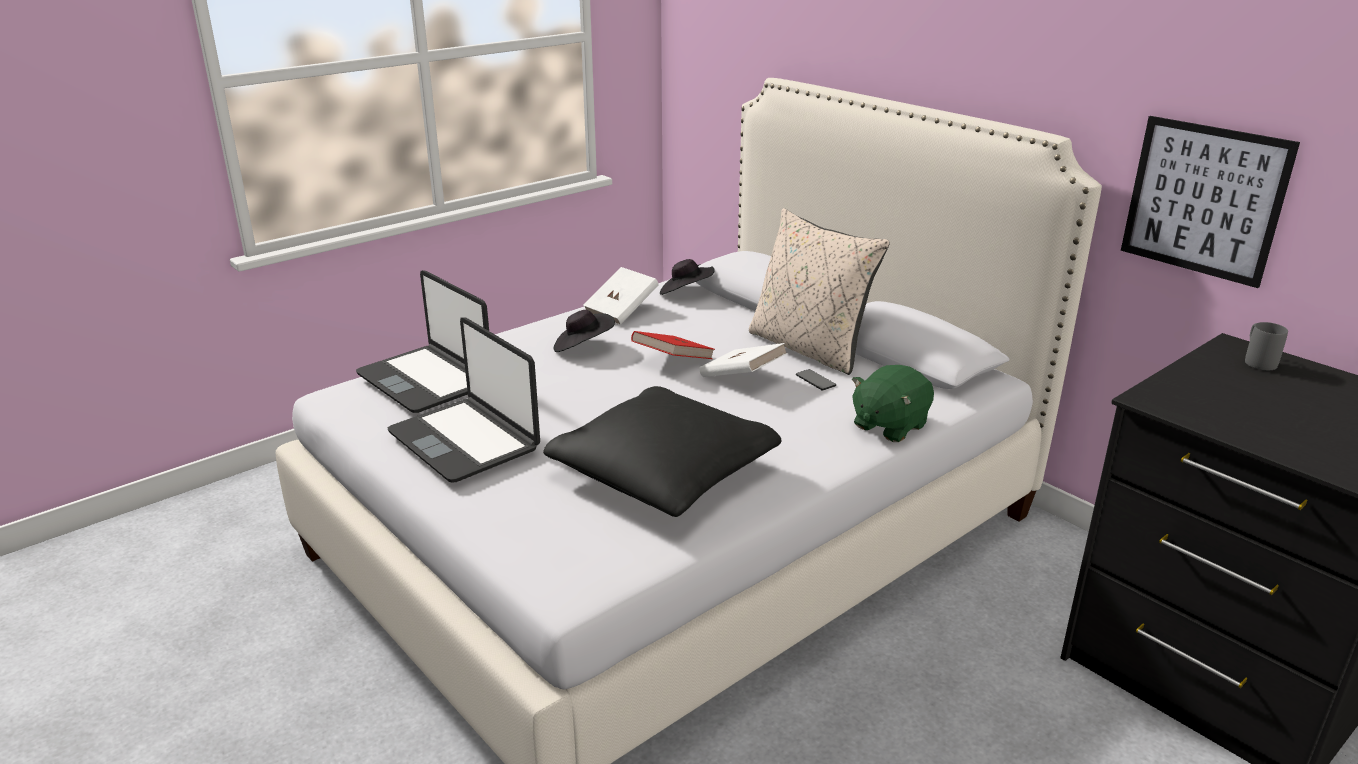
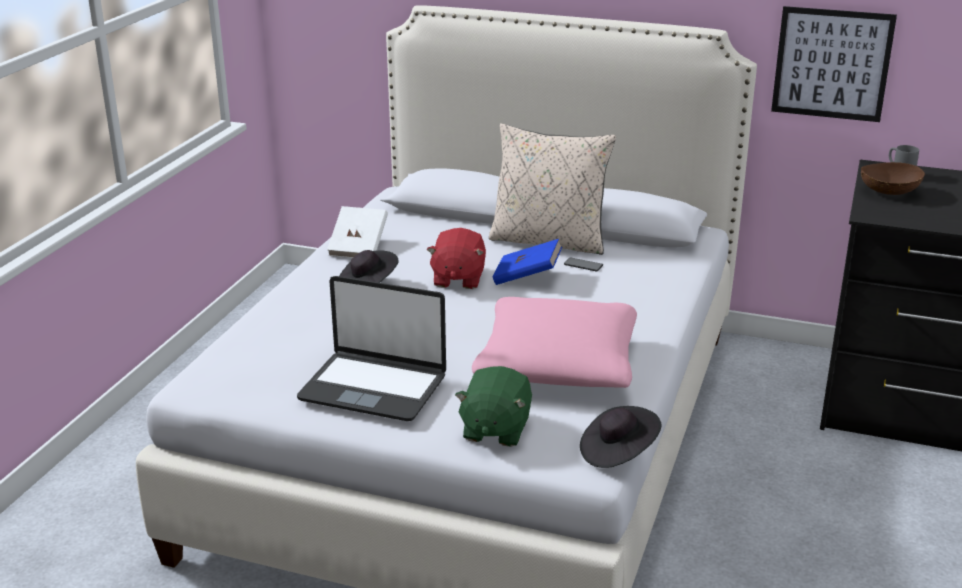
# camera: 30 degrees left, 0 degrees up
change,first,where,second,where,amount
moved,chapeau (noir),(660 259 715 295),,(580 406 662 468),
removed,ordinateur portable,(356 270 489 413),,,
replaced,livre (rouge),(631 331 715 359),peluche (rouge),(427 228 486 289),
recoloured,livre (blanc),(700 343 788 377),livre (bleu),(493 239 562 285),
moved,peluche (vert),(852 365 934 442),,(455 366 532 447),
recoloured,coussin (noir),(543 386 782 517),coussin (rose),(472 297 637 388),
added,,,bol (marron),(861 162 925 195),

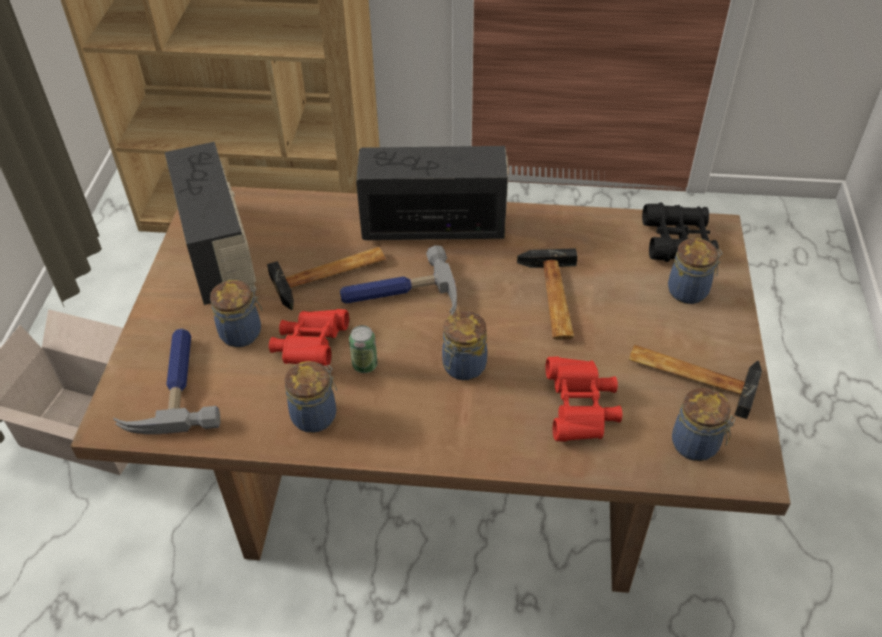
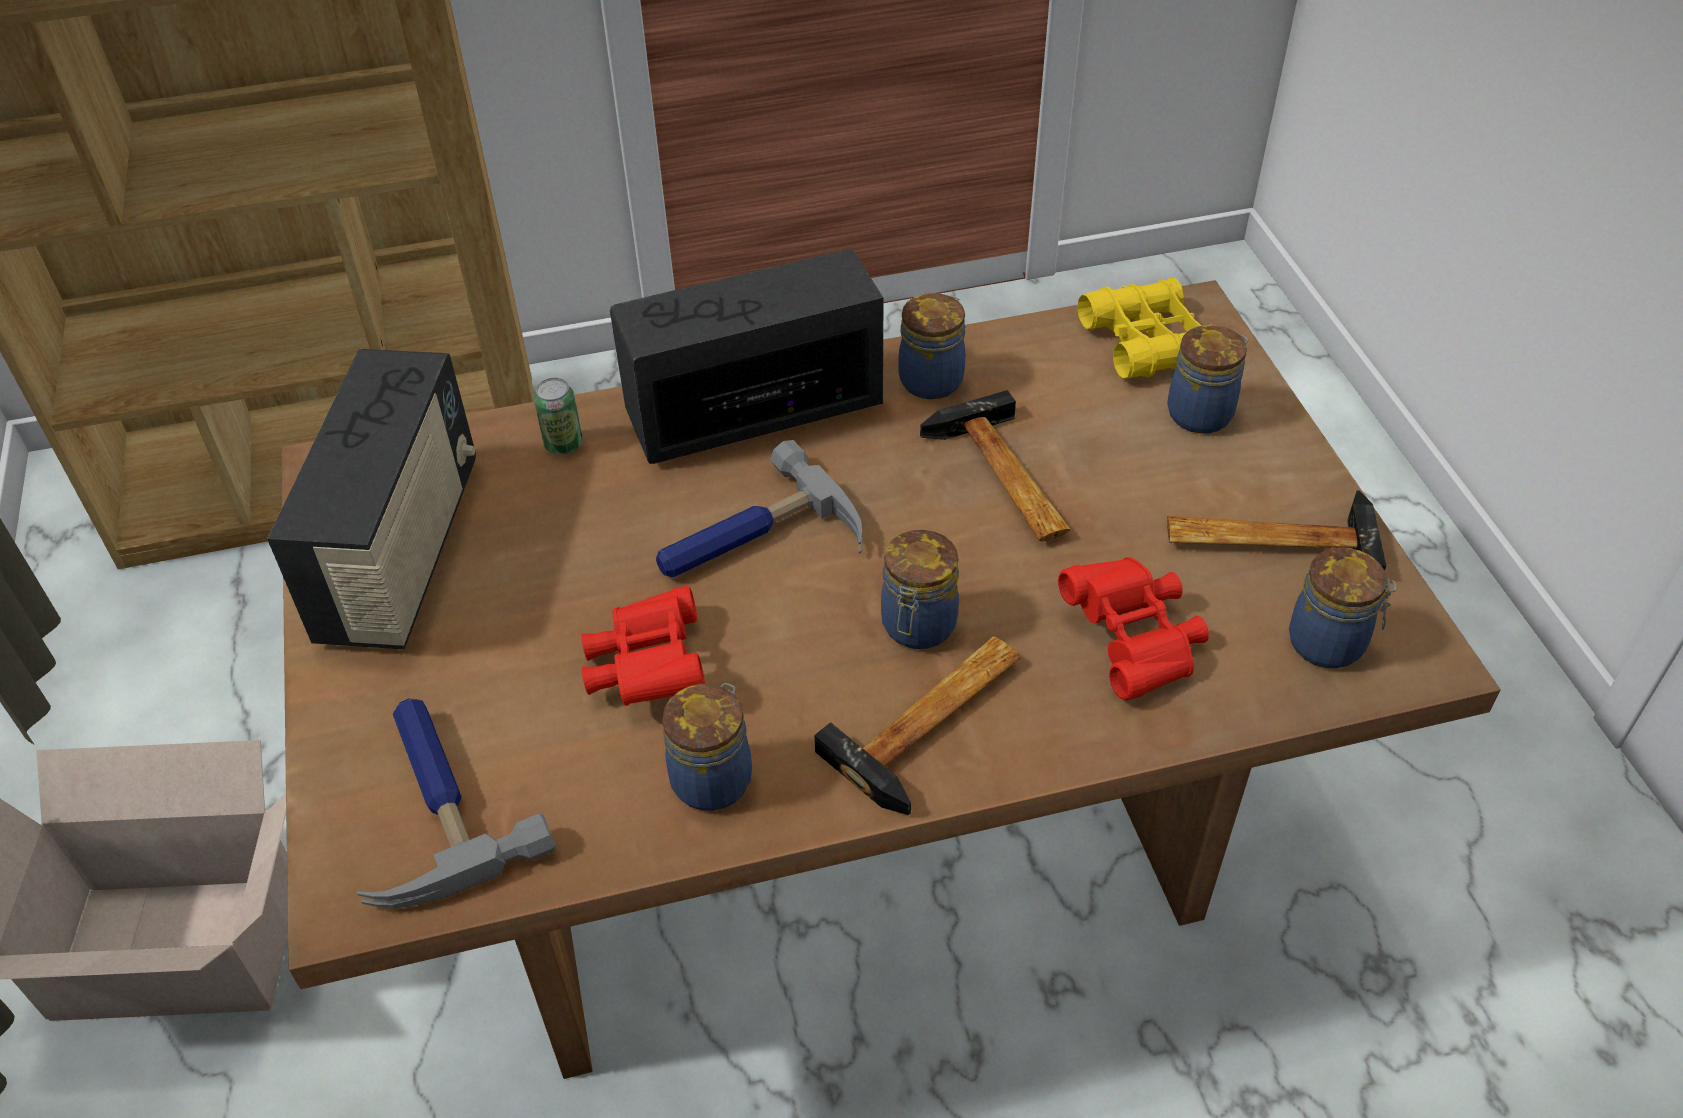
# camera: 20 degrees left, 0 degrees up
change,first,where,second,where,amount
turned,radio,(165 142 256 305),,(267 349 476 649),45 degrees clockwise
recoloured,jumelles (noir),(642 203 719 262),jumelles (jaune),(1078 278 1201 378),
moved,marteau,(267 247 386 310),,(814 636 1021 815),
moved,bocal,(210 280 263 347),,(898 293 965 399),
moved,boîte métallique,(349 325 378 373),,(534 378 583 455),

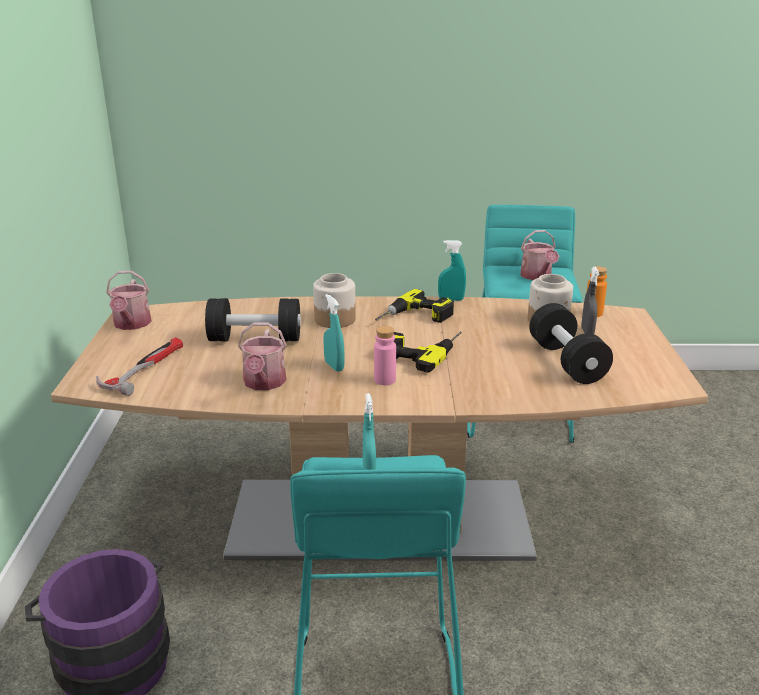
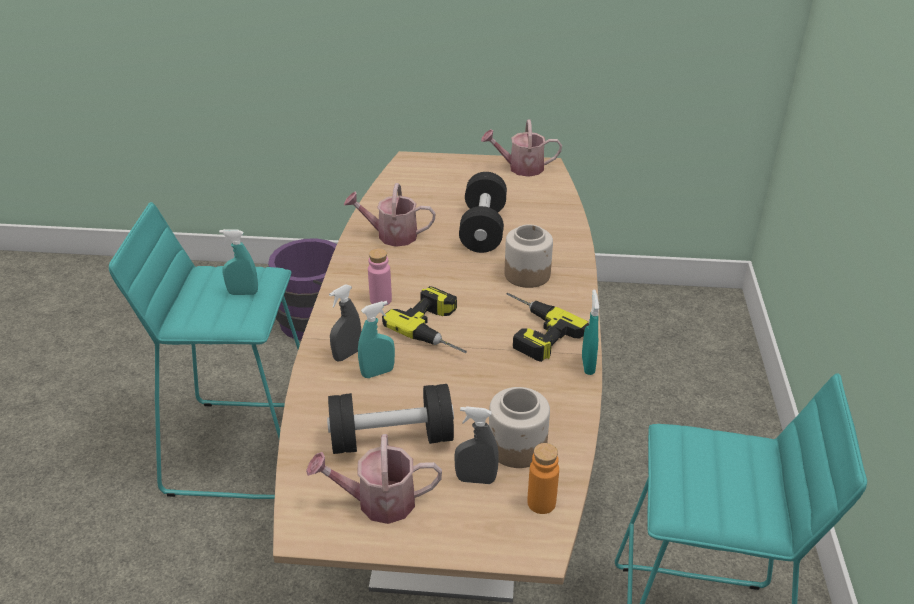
# camera: 95 degrees right, 10 degrees up
change,first,where,second,where,amount
moved,arrosoir,(520 230 559 280),,(306 434 442 524),
moved,vaporisateur (turquoise),(323 294 344 372),,(358 301 395 378),
removed,marteau,(96 337 183 396),,,
added,,,vaporisateur (gris),(329 284 361 362),

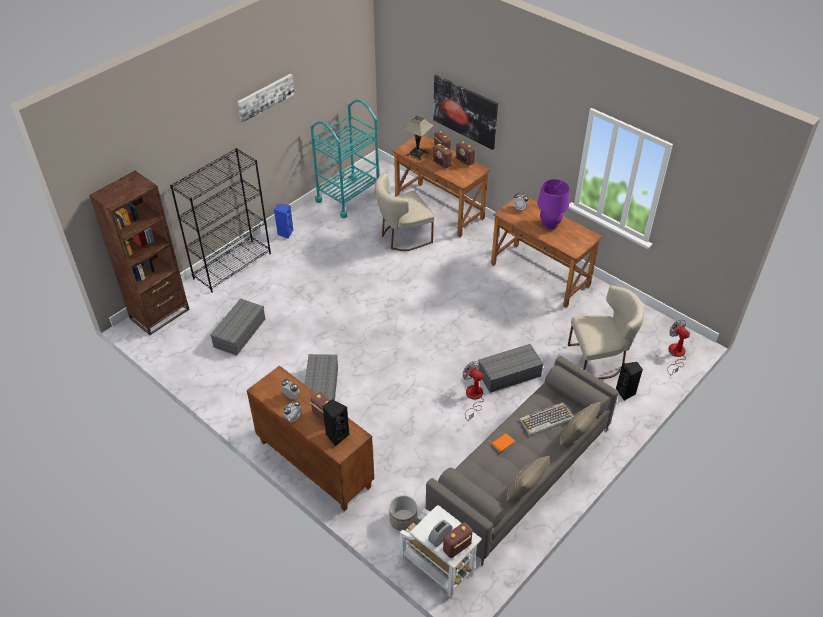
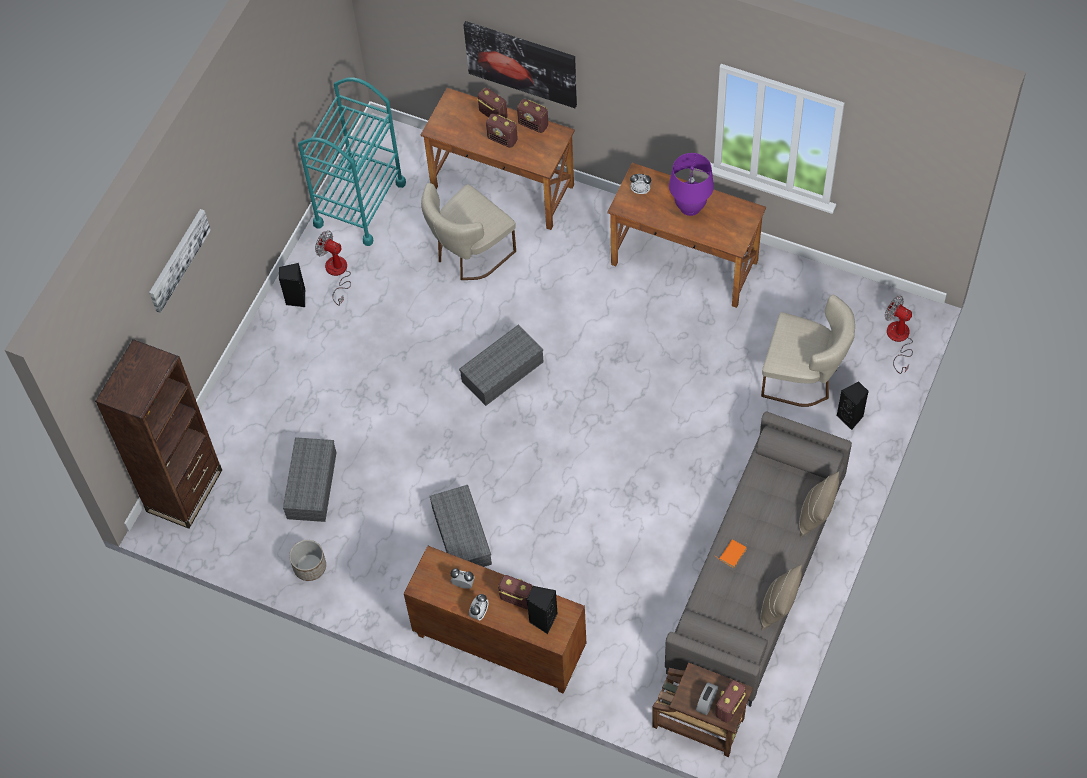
# camera: 15 degrees left, 15 degrees up
change,first,where,second,where,amount
moved,tableau,(237 74 295 123),,(149 209 211 313),
removed,lampe de table,(402 116 433 160),,,
removed,bibliothèque (noir),(170 148 271 293),,,
recoloured,enceinte (bleu),(274 204 293 239),enceinte (noir),(279 263 305 307),
turned,chaise (beige),(568 286 644 379),,(761 294 855 407),45 degrees clockwise
moved,boîte de rangement (gris),(478 344 544 393),,(459 325 544 406),
moved,ventilateur,(462 361 484 421),,(315 231 351 306),
removed,clavier,(519 402 574 436),,,
moved,cache-pot,(389 495 417 531),,(289 540 326 581),
recoloured,table d'appoint (blanc),(400 505 482 598),table d'appoint (marron),(652 663 753 757),

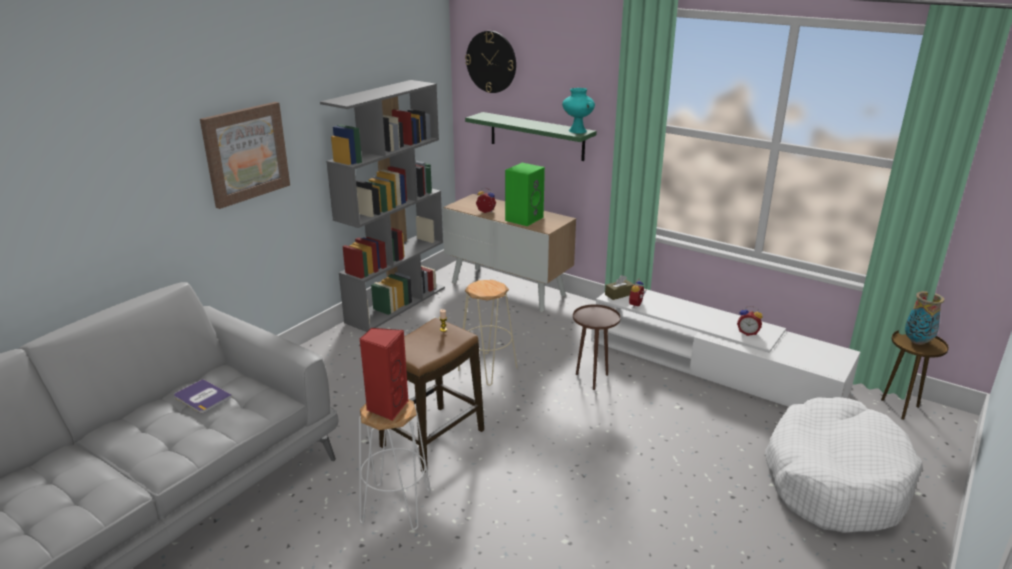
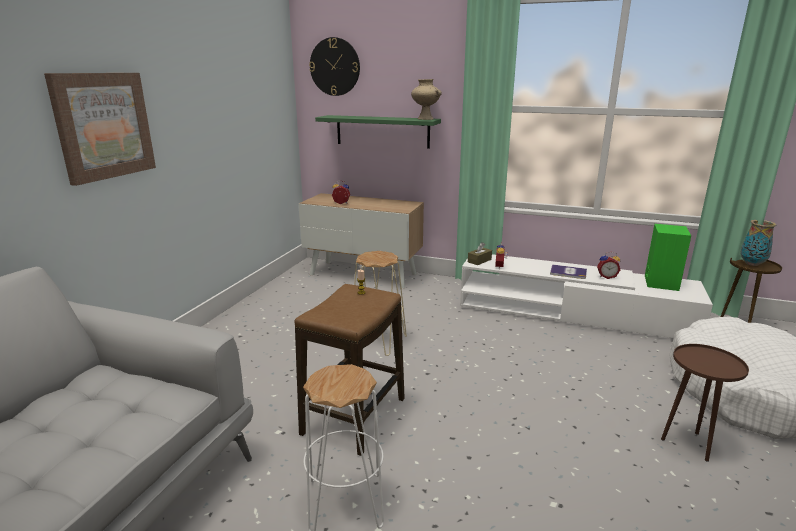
# camera: 15 degrees left, 5 degrees down
change,first,where,second,where,amount
removed,bibliothèque (gris),(320 80 445 332),,,
recoloured,vase (turquoise),(562 88 595 134),vase (beige),(411 79 442 120),
moved,enceinte (vert),(505 163 545 226),,(645 224 691 291),
moved,table d'appoint (marron),(573 304 621 390),,(661 344 749 462),
removed,enceinte (rouge),(359 327 409 421),,,
moved,livre,(174 379 232 413),,(550 264 587 279),

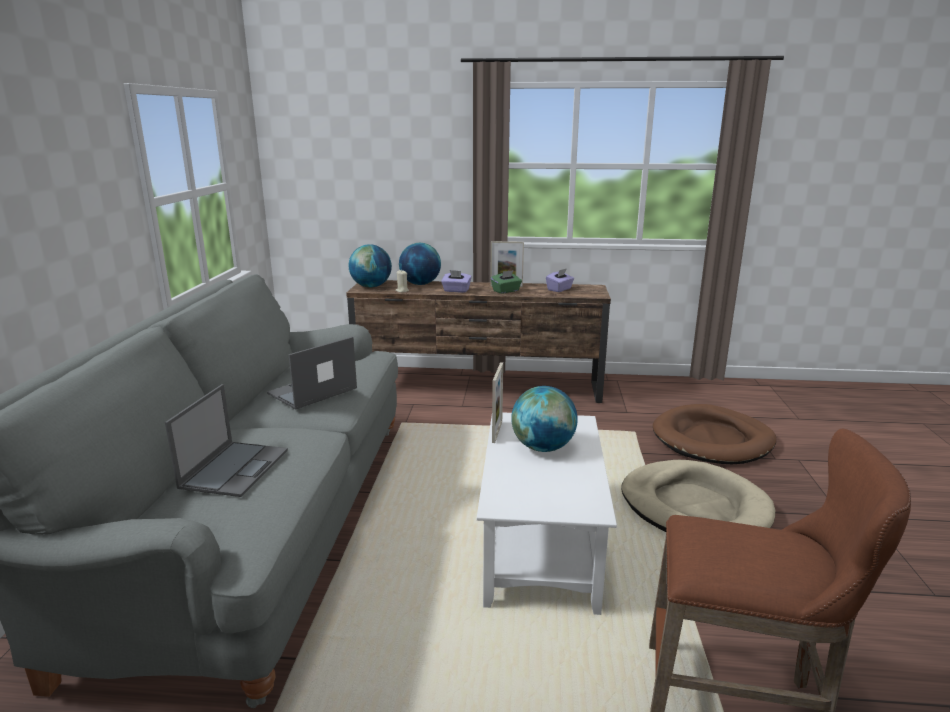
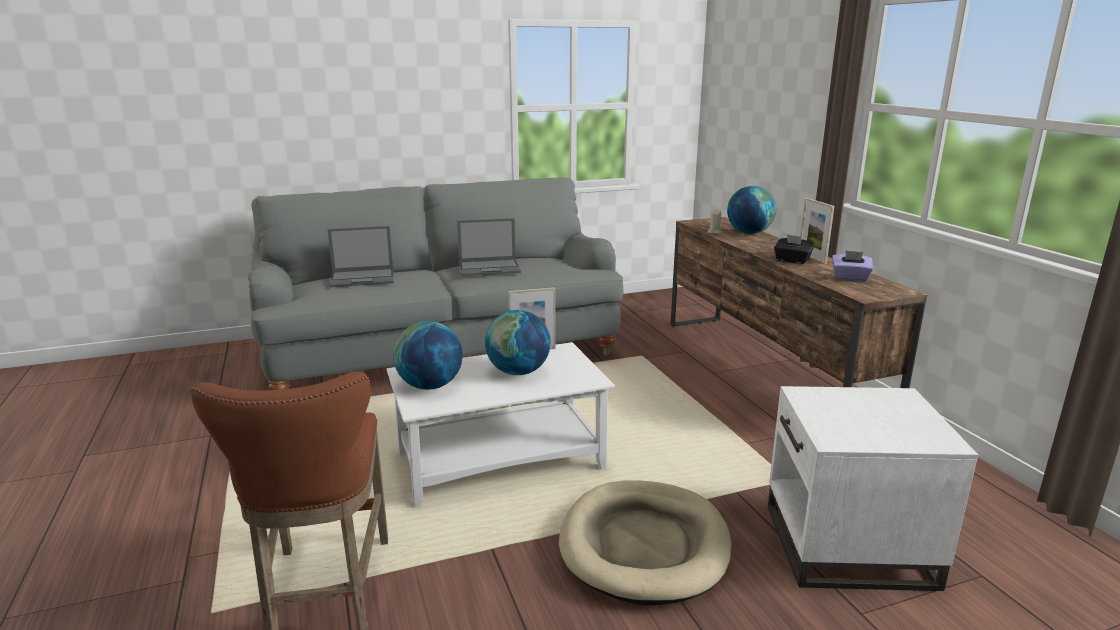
# camera: 65 degrees right, 0 degrees up
change,first,where,second,where,amount
moved,globe,(349 244 392 287),,(393 321 463 390),
removed,boîte à mouchoirs (violet),(441 270 472 293),,,
recoloured,boîte à mouchoirs (vert),(491 270 522 294),boîte à mouchoirs (noir),(774 234 814 264),
turned,ordinateur portable,(267 337 357 410),,(457 218 521 276),150 degrees clockwise
replaced,panier pour chien (marron),(653 404 776 464),table d'appoint (blanc),(768 386 978 591),

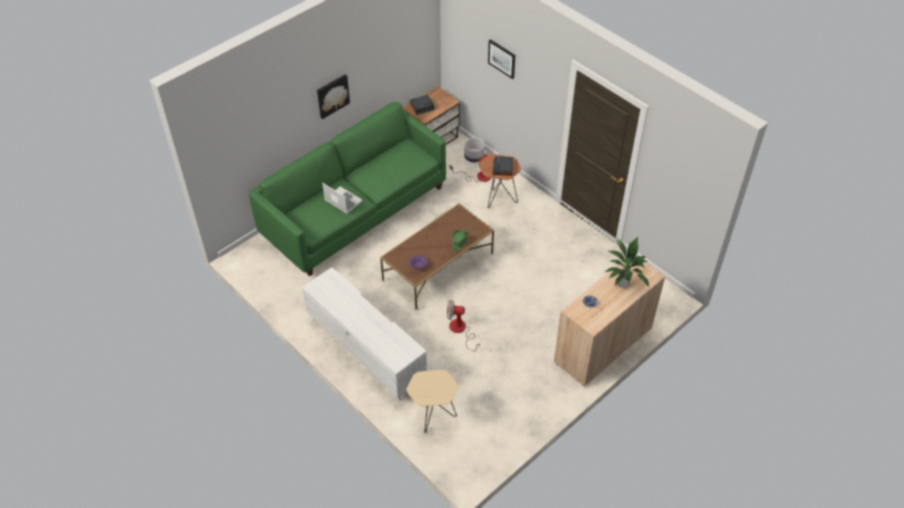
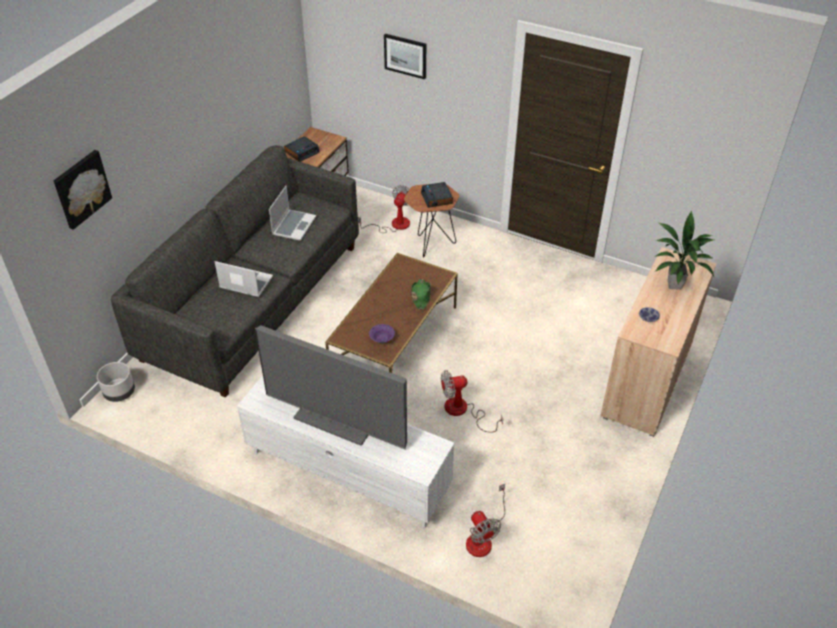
# camera: 20 degrees left, 5 degrees down
change,first,where,second,where,amount
moved,tableau,(317 74 350 119),,(54 150 112 230),
recoloured,canapé (vert),(249 102 446 276),canapé (gris),(111 145 359 398),
moved,cache-pot (gris),(464 138 484 162),,(97 362 135 402),
replaced,table d'appoint (beige),(406 370 458 433),ventilateur,(466 484 505 557),
added,,,ordinateur portable,(269 186 316 241),
added,,,téléviseur,(255 325 407 449),

